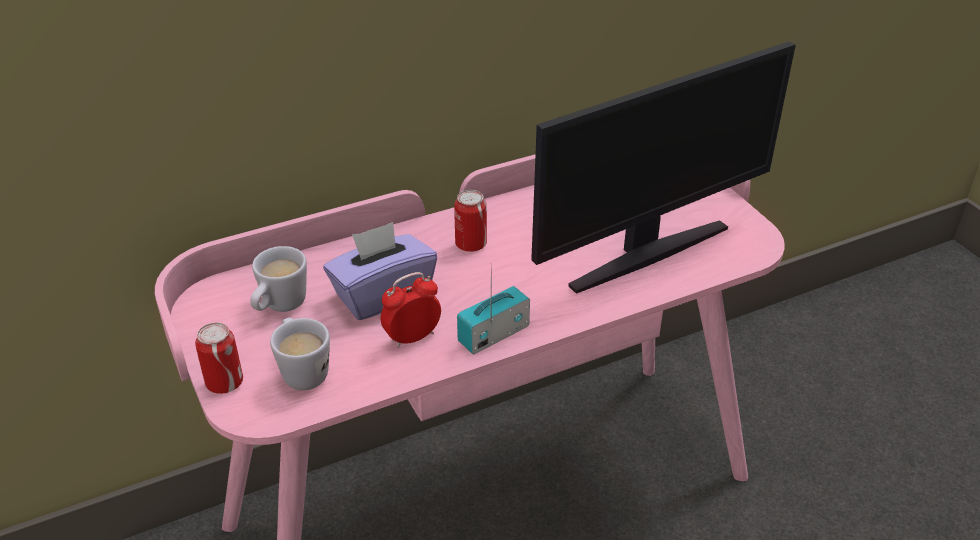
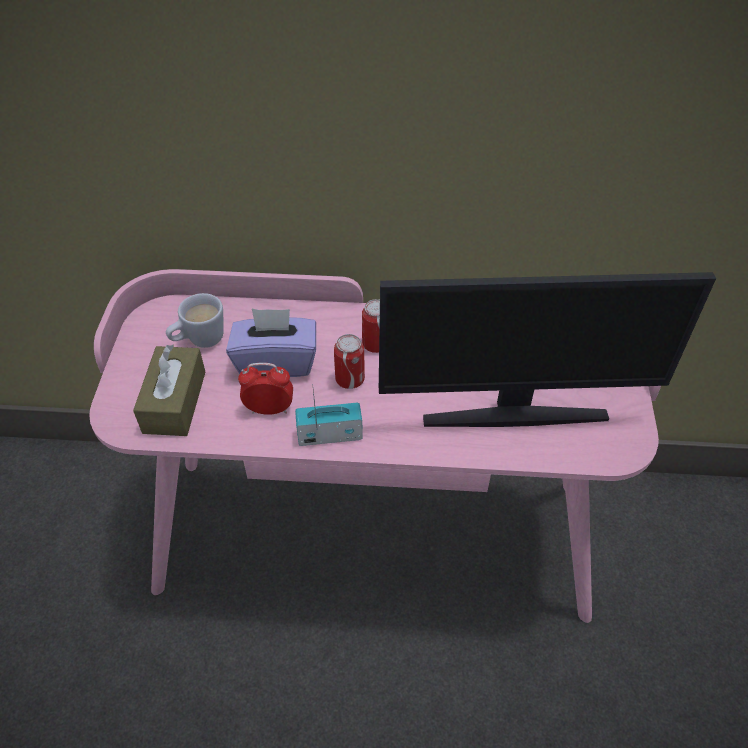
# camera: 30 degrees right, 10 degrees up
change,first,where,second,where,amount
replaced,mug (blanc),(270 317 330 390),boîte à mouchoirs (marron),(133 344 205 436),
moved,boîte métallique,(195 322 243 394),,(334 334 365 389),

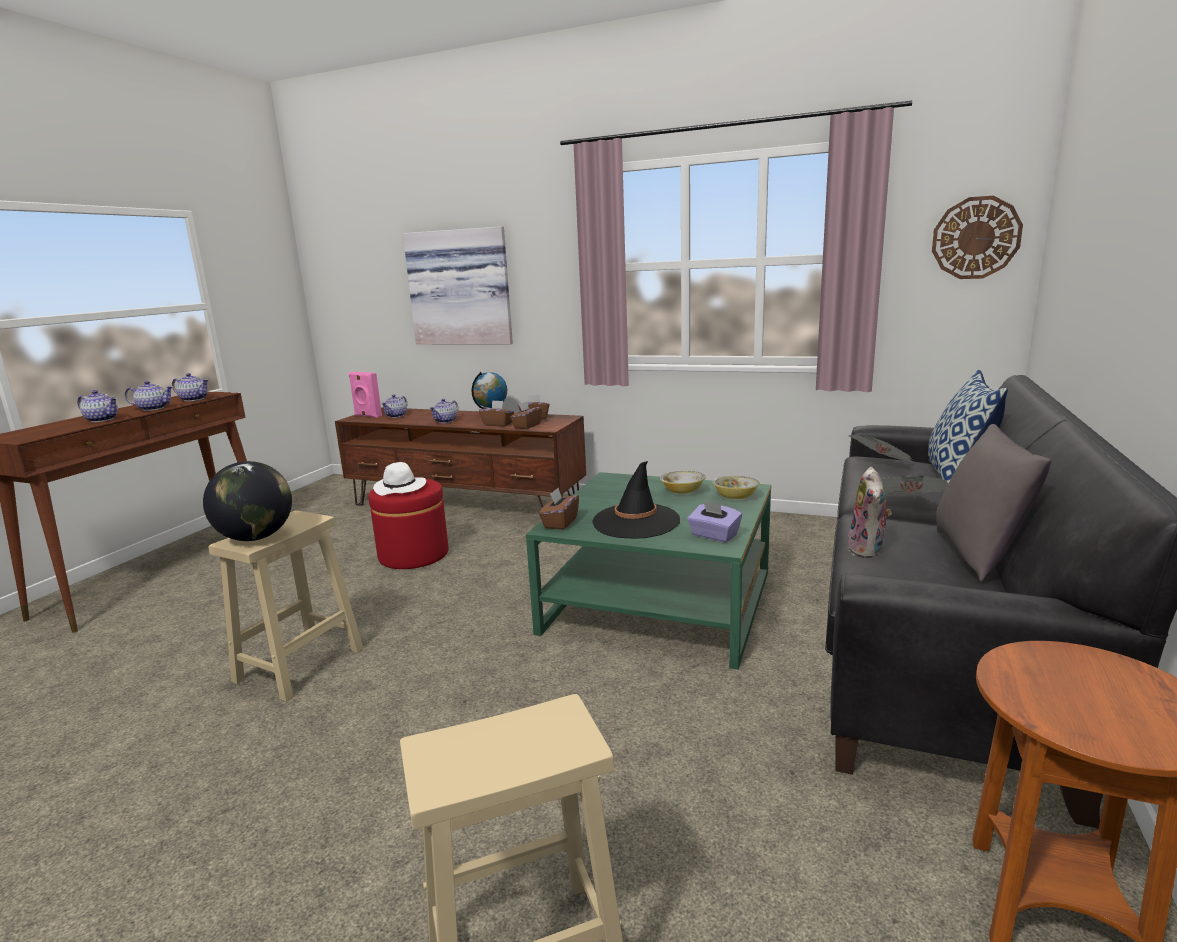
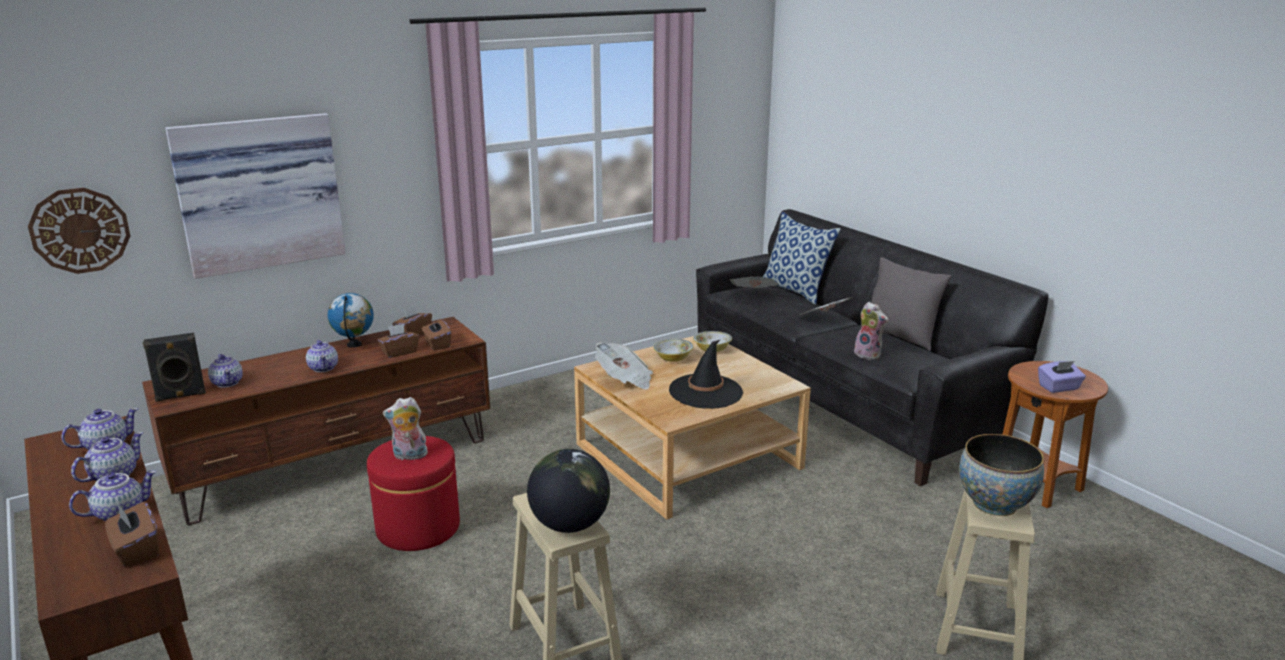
# camera: 55 degrees left, 5 degrees up
change,first,where,second,where,amount
moved,horloge murale,(932 196 1023 279),,(28 188 131 274),
recoloured,enceinte (rose),(348 372 382 418),enceinte (noir),(143 333 206 402),
replaced,chapeau (blanc),(373 462 426 496),peluche,(383 397 428 460),
recoloured,table basse (vert),(526 472 771 670),table basse (beige),(574 336 811 520),
moved,boîte à mouchoirs (marron),(539 488 579 530),,(105 502 159 567),
moved,boîte à mouchoirs (violet),(687 501 742 543),,(1038 361 1086 393),
added,,,journal,(595 342 653 390),
added,,,bol,(959 434 1044 516),

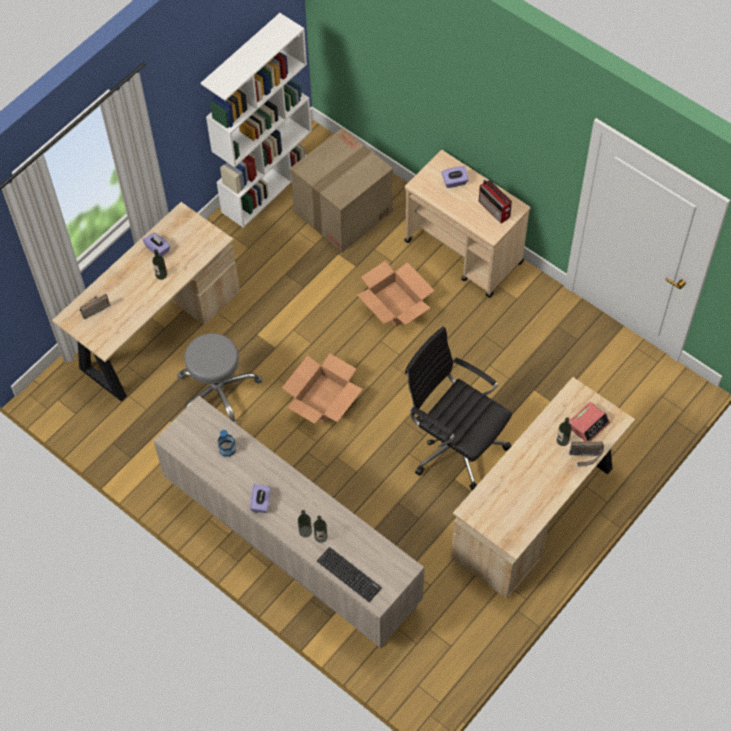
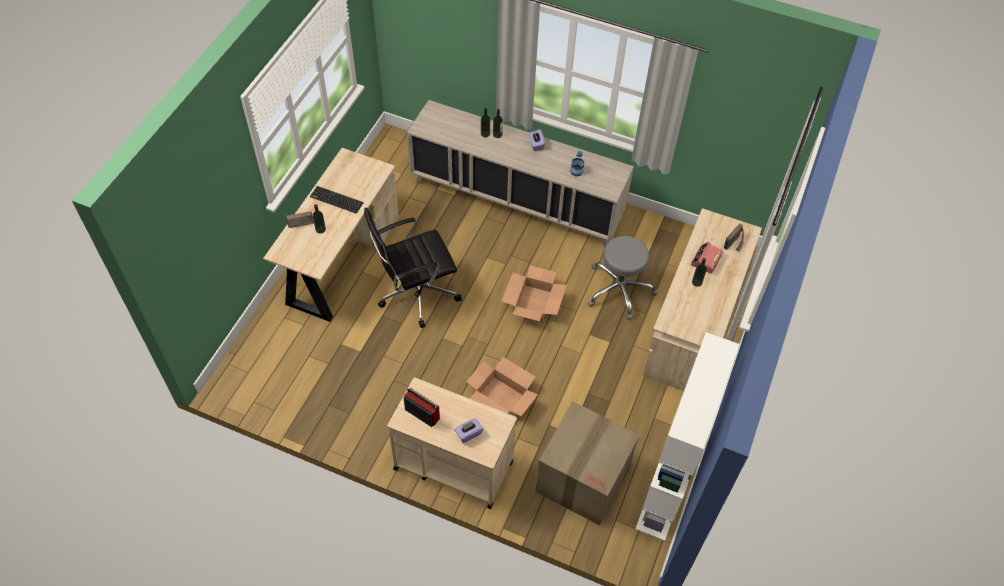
# camera: 160 degrees right, 5 degrees down
change,first,where,second,where,amount
removed,boîte à mouchoirs (violet),(143 232 171 256),,,
turned,chaise de bureau (noir),(405 326 512 490),,(364 207 462 328),135 degrees clockwise
moved,réveil,(569 402 610 441),,(691 242 723 274),
moved,clavier,(317 547 382 602),,(310 186 364 213),

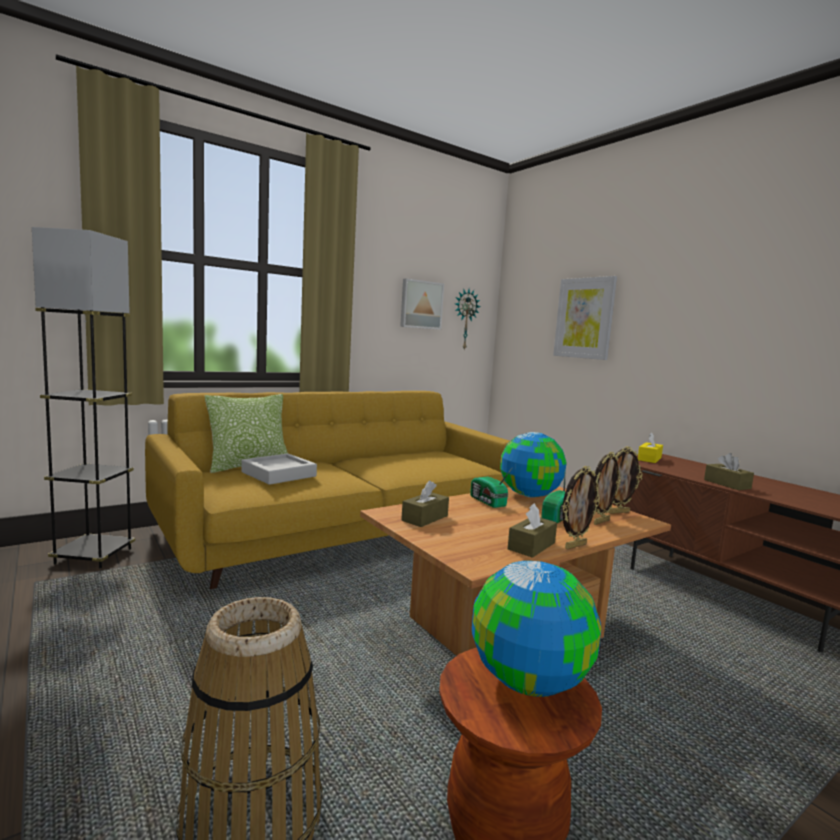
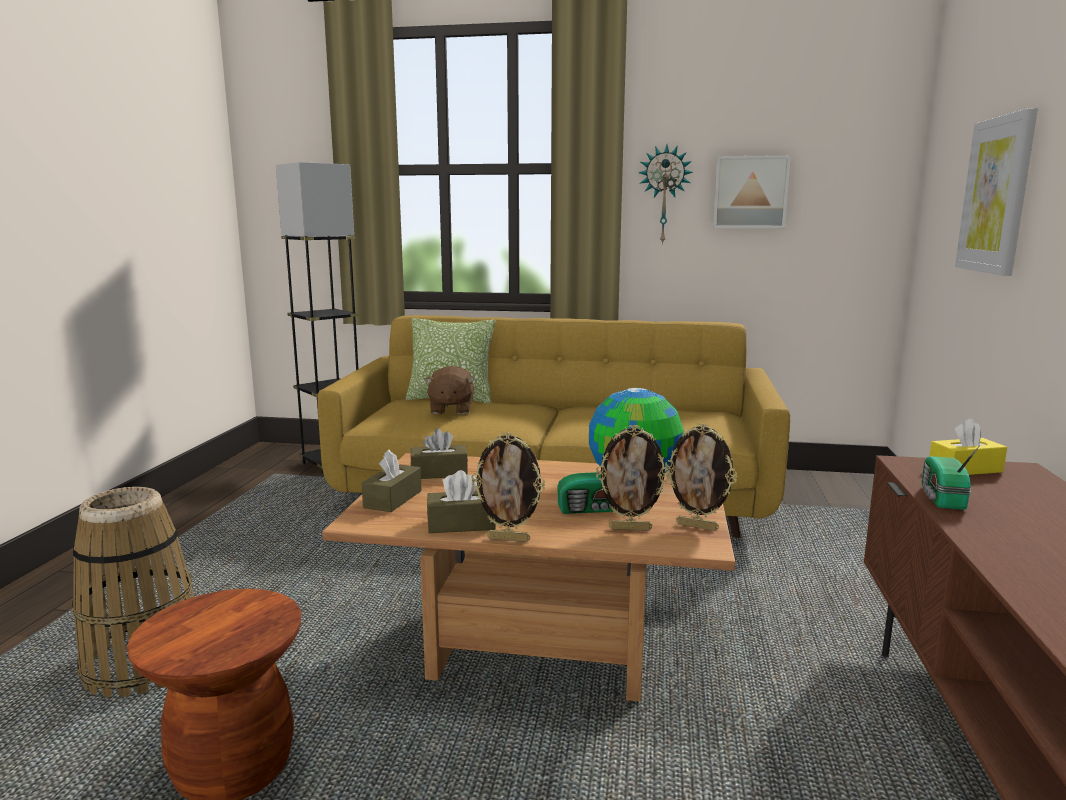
# camera: 45 degrees right, 5 degrees up
change,first,where,second,where,amount
moved,horloge murale,(455 288 480 350),,(639 145 693 245),
replaced,plateau (gris),(241 453 317 485),peluche (marron),(424 366 475 414),
moved,boîte à mouchoirs (marron),(704 453 754 490),,(362 450 422 512),
moved,radio,(470 467 513 508),,(922 445 980 510),
removed,globe,(472 561 602 697),,,

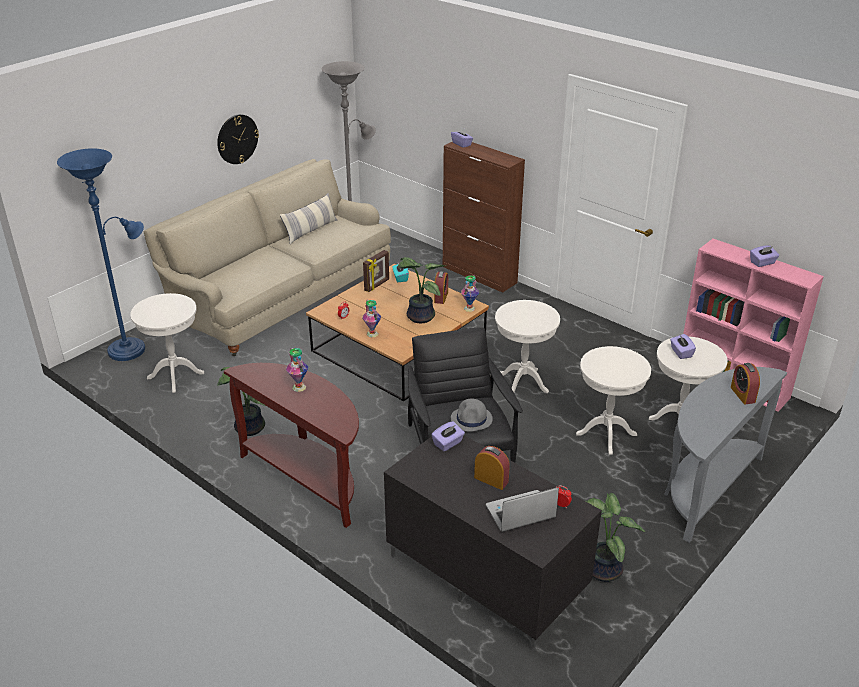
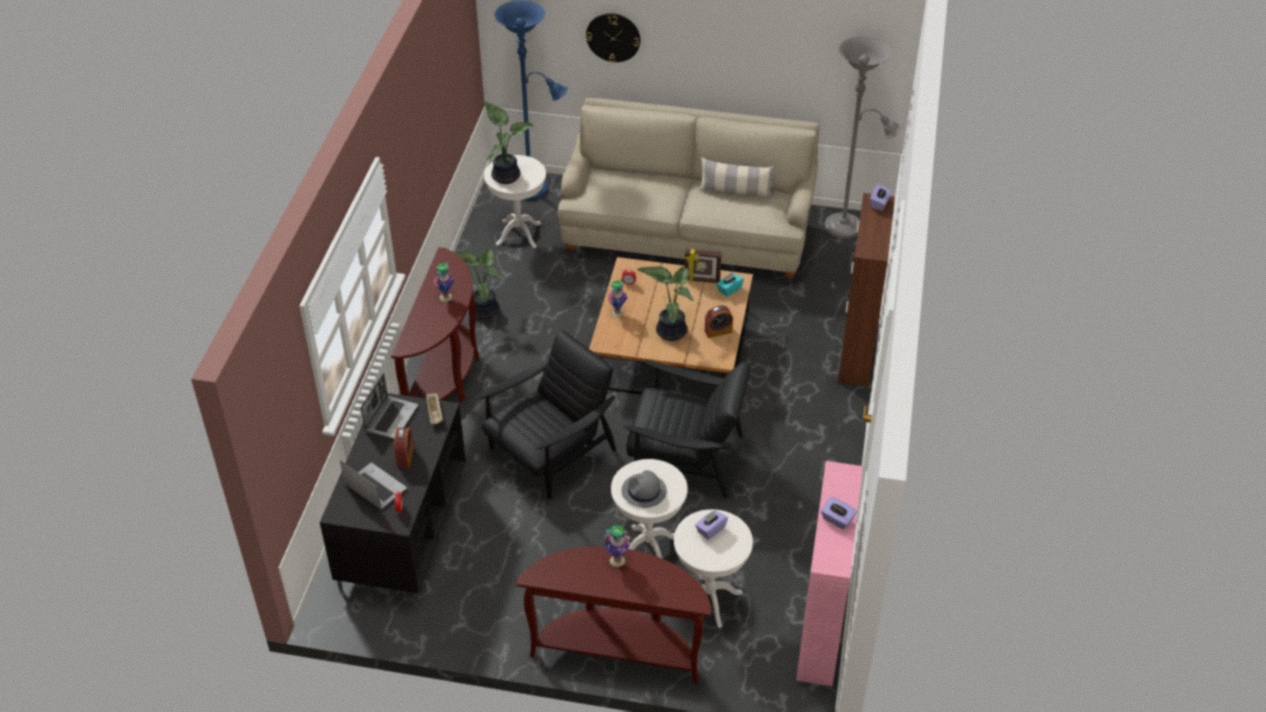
# camera: 60 degrees right, 10 degrees up
change,first,where,second,where,amount
moved,horloge murale,(217 114 259 164),,(586 13 641 63),
moved,vase,(461 275 479 312),,(604 525 630 567),
replaced,table d'appoint (blanc),(495 300 560 393),fauteuil (noir),(623 360 751 499),
removed,réveil,(731 363 760 405),,,
recoloured,table console (gris),(664 367 787 543),table console (marron),(516 546 712 685),
moved,chapeau (gris),(451 399 493 432),,(621 470 667 508),
replaced,boîte à mouchoirs (violet),(431 421 465 451),plateau (beige),(426 393 443 424),
moved,plante en pot,(586 493 645 582),,(483 102 533 184),
added,,,ordinateur portable,(361 373 418 439),

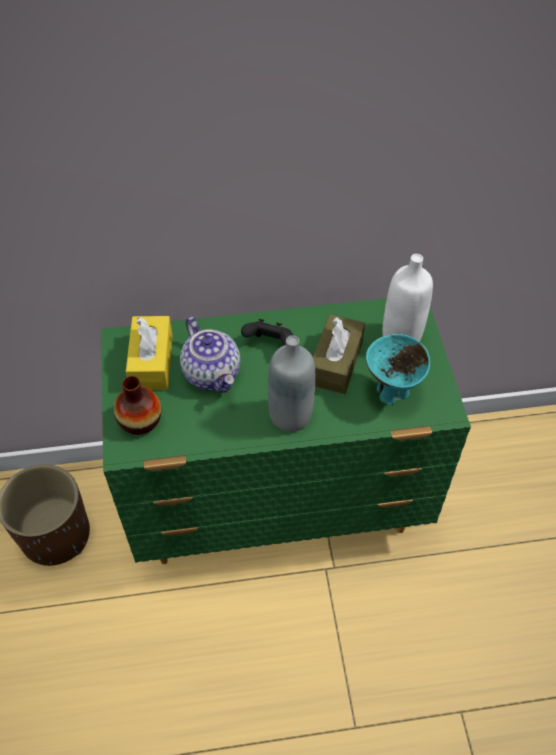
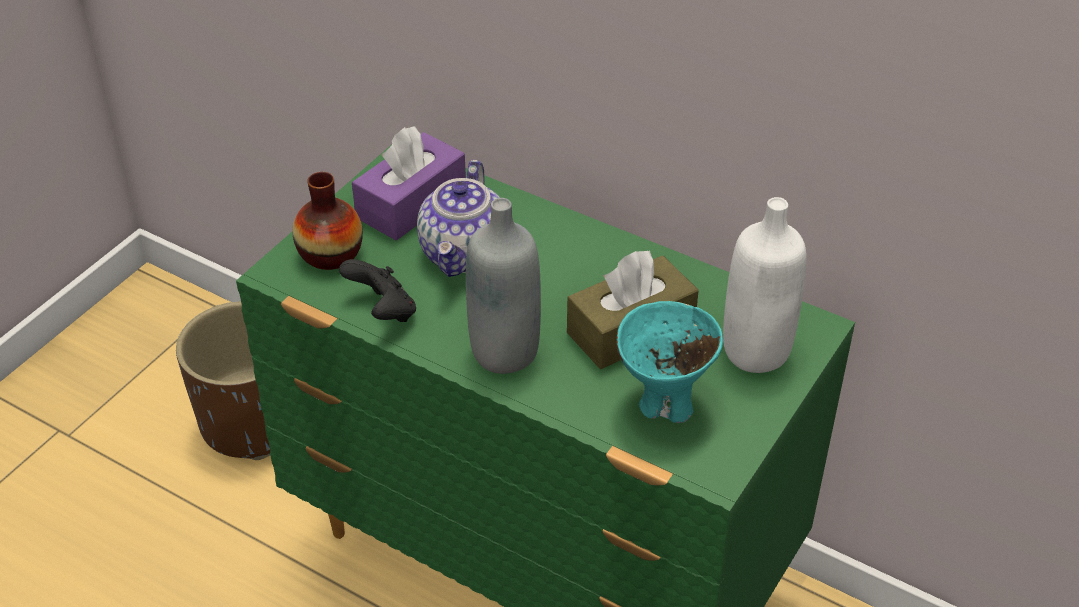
# camera: 40 degrees right, 10 degrees down
change,first,where,second,where,amount
recoloured,boîte à mouchoirs (jaune),(126 316 173 390),boîte à mouchoirs (violet),(352 126 466 241),
moved,manette (noir),(241 319 293 346),,(339 259 416 322),

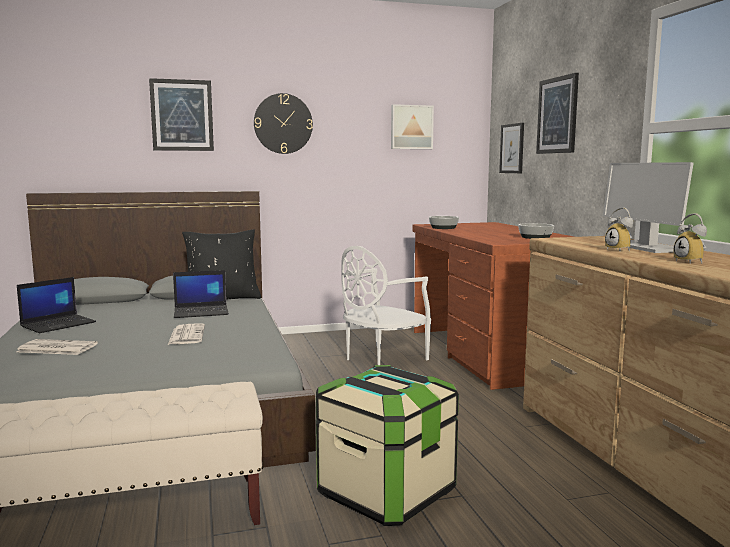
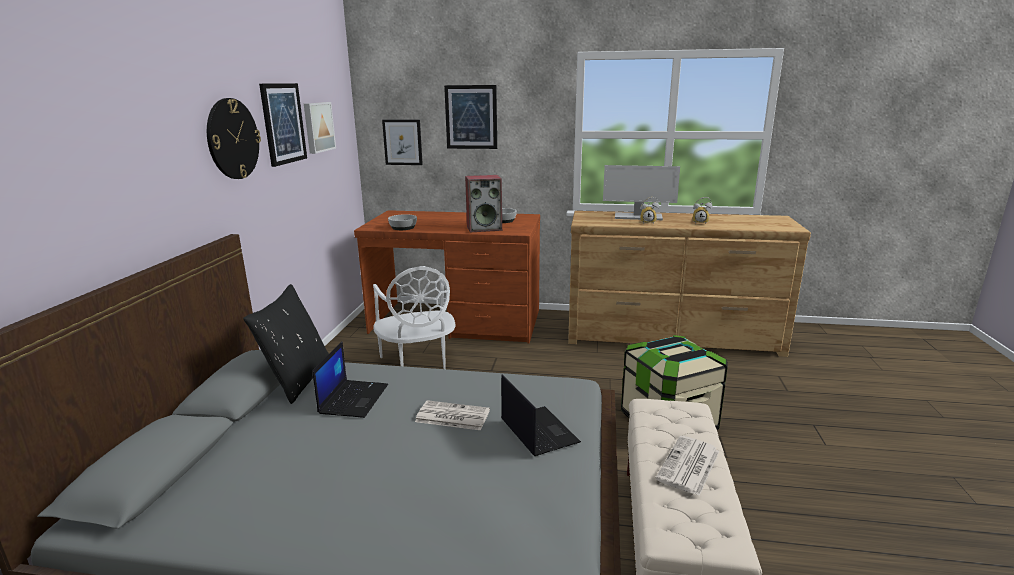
# camera: 65 degrees left, 10 degrees up
change,first,where,second,where,amount
moved,tableau,(149 78 214 151),,(259 83 307 167),
moved,ordinateur portable,(17 277 96 333),,(501 374 581 456),
moved,journal,(16 339 98 355),,(655 436 720 496),
added,,,enceinte,(465 175 502 232),

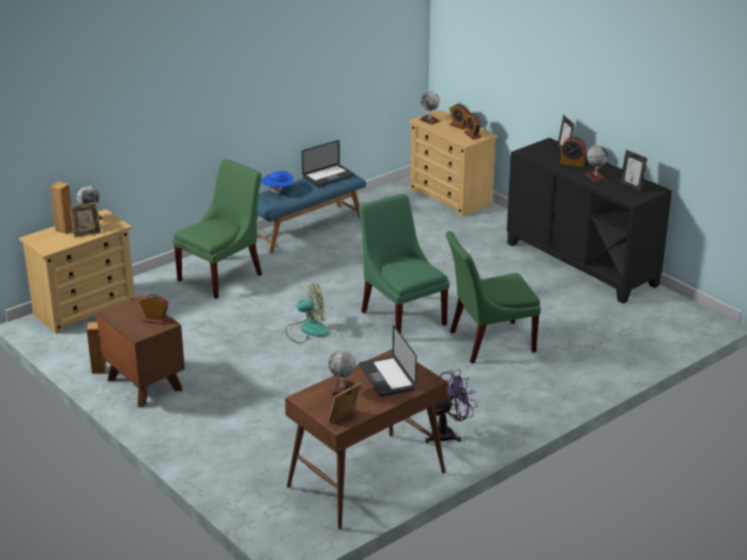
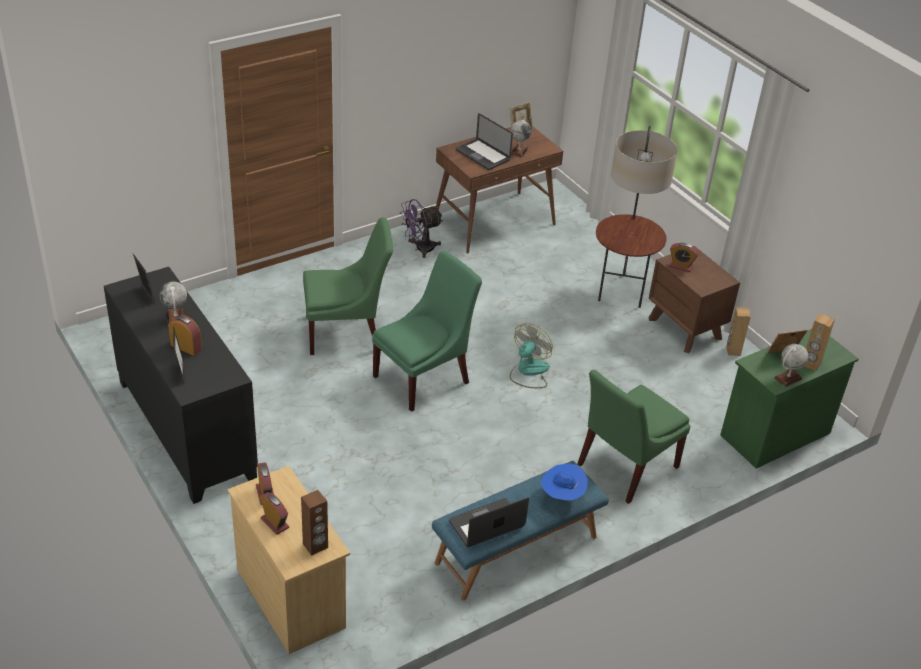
# camera: 175 degrees left, 10 degrees up
change,first,where,second,where,amount
replaced,globe,(420 92 440 125),enceinte (marron),(301 490 328 556),
turned,chaise (vert),(359 194 449 334),,(372 251 482 412),105 degrees counterclockwise
recoloured,commode (beige),(19 209 135 334),commode (vert),(720 329 859 469),
turned,ventilateur,(286 283 328 344),,(510 323 553 388),120 degrees clockwise
turned,ordinateur portable,(359 325 417 397),,(456 113 513 170),150 degrees clockwise
added,,,lampadaire,(596 126 677 308),

